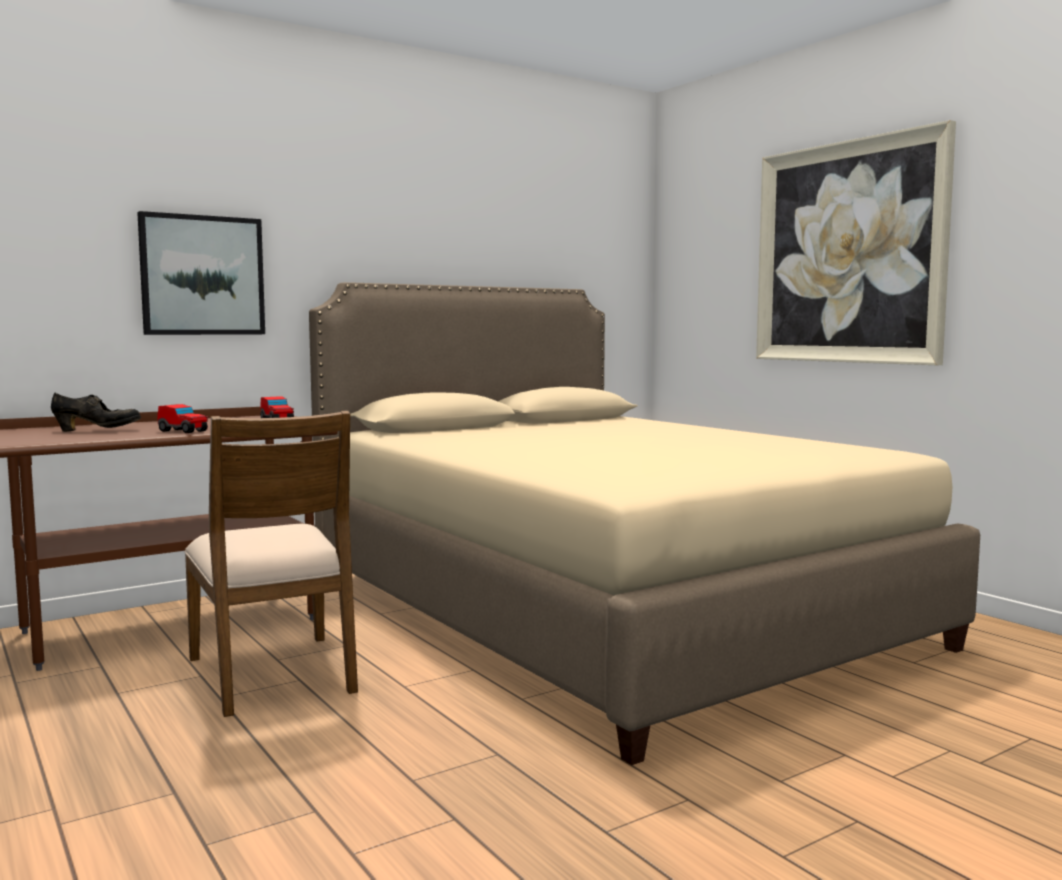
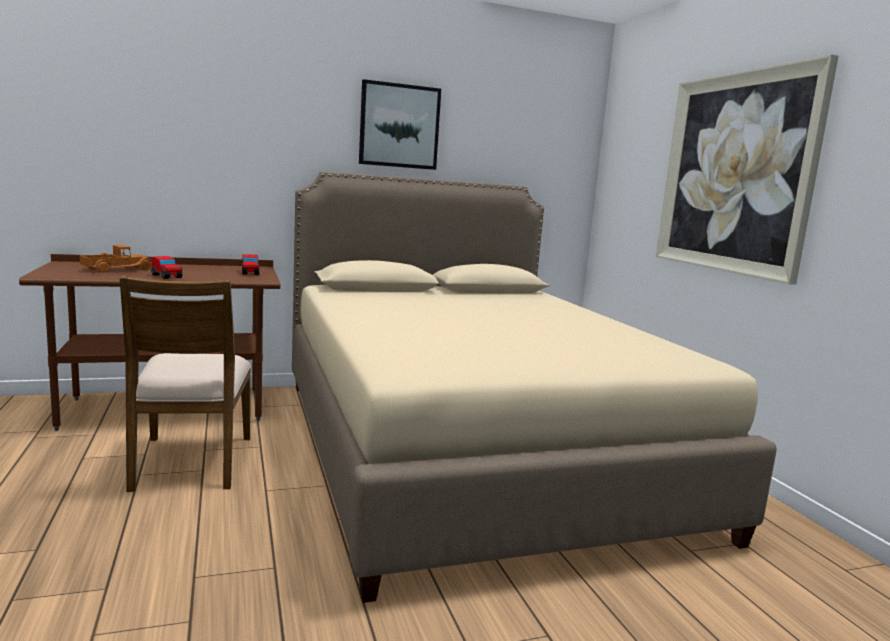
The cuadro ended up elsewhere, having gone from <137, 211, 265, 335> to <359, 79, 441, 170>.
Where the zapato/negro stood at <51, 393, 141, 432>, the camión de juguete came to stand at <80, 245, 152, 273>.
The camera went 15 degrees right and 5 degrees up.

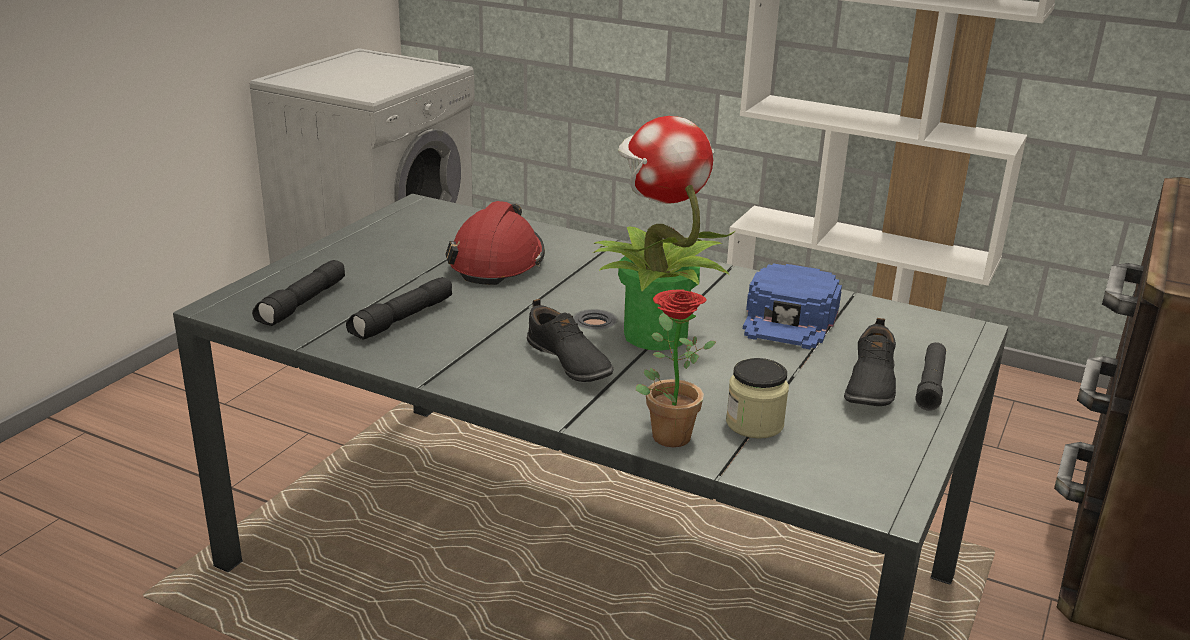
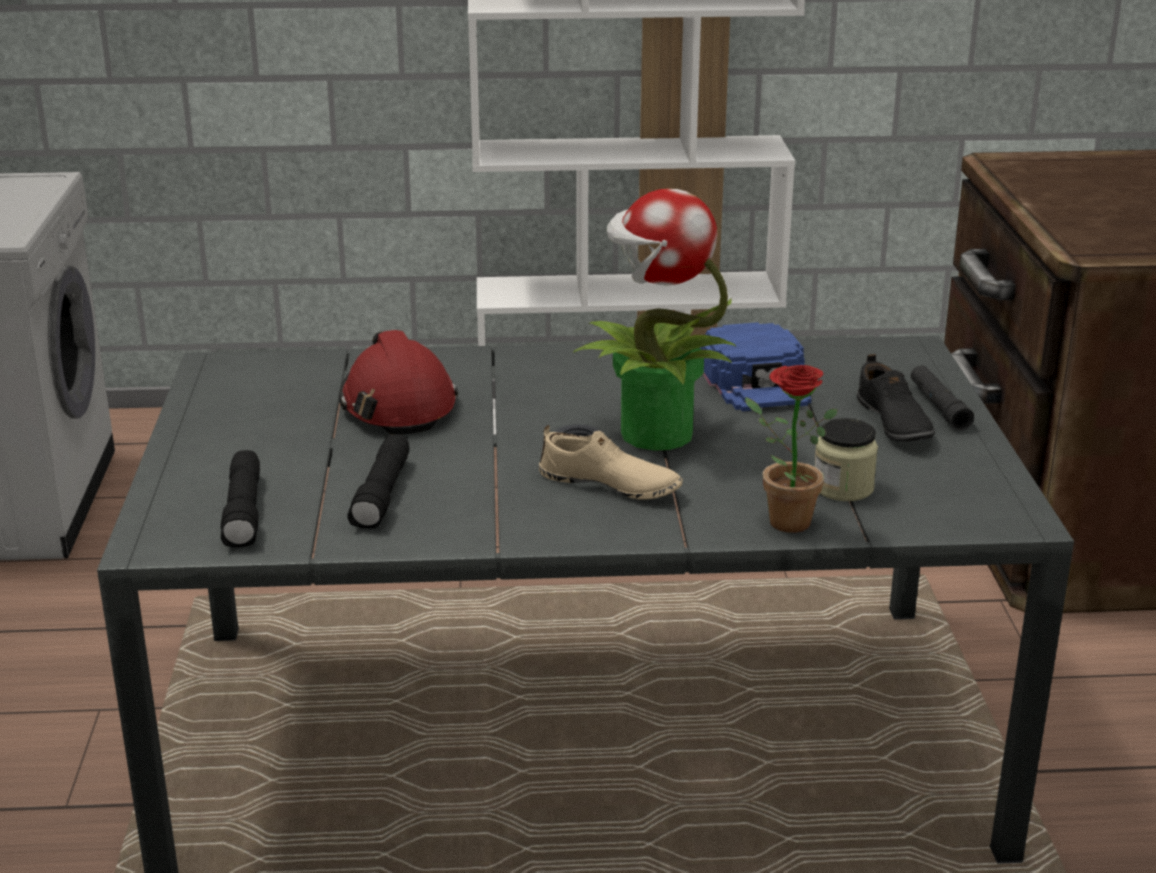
What was the zapato/negro at <527, 299, 614, 382> turned into the zapato/beis at <539, 425, 683, 499>.
The camera went 30 degrees left and 0 degrees up.

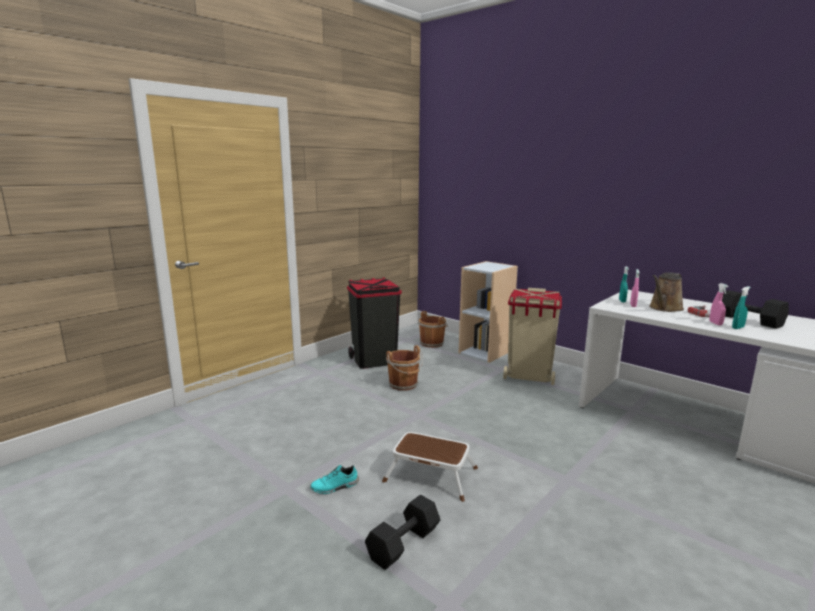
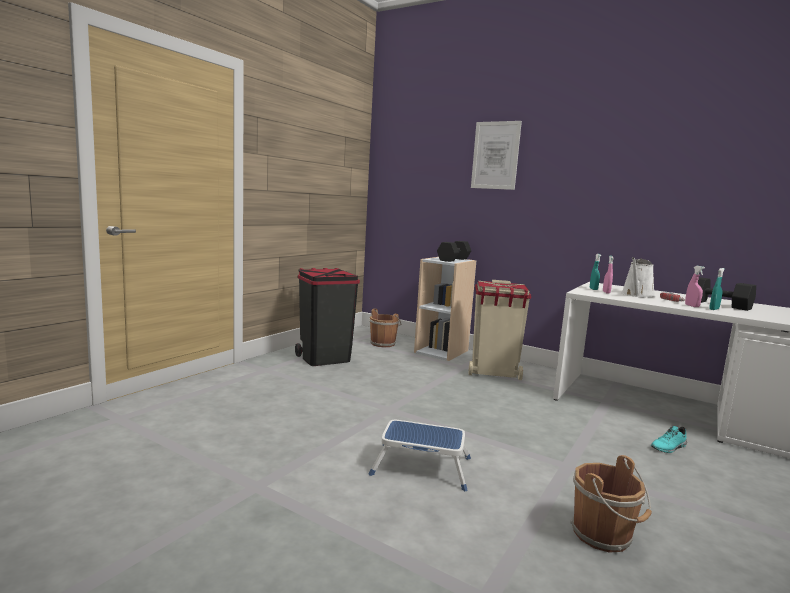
What was the regadera/marrón at <649, 272, 684, 312> turned into the regadera/blanco at <621, 257, 655, 298>.
The cubo/marrón ended up elsewhere, having gone from <386, 345, 423, 391> to <570, 455, 652, 553>.
What was the escalera de tijera/marrón at <382, 432, 478, 502> turned into the escalera de tijera/azul at <368, 420, 471, 491>.
The zapato/turquesa ended up elsewhere, having gone from <310, 465, 359, 494> to <651, 426, 687, 453>.
The mancuerna/negro ended up elsewhere, having gone from <365, 495, 440, 570> to <437, 241, 471, 262>.
The second view gained the cuadro at <471, 121, 522, 190>.
The camera went 10 degrees left and 5 degrees down.

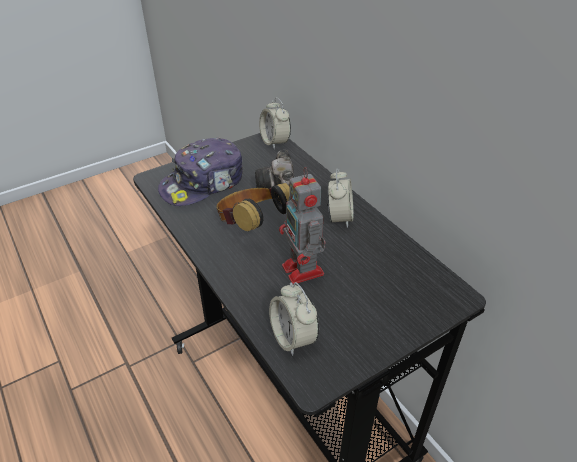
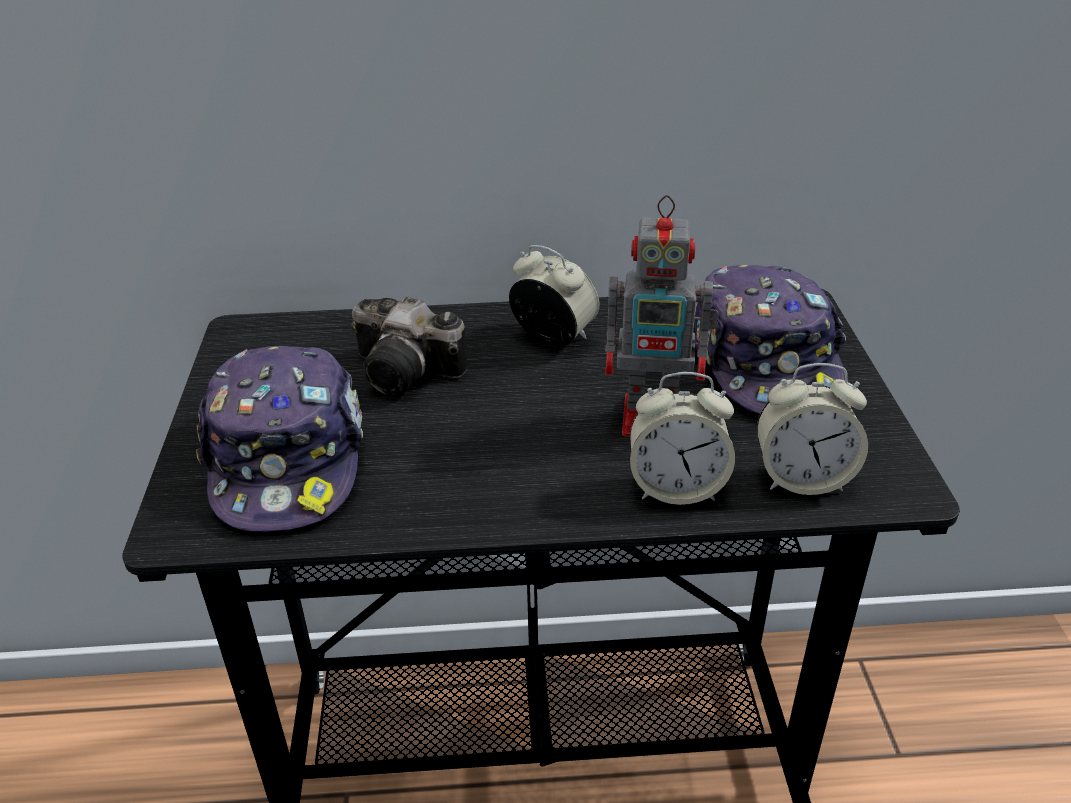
The despertador ended up elsewhere, having gone from <259, 97, 291, 150> to <630, 372, 735, 505>.
The second view lost the auriculares at <217, 182, 289, 232>.
The second view gained the gorra at <693, 265, 848, 414>.
The camera went 60 degrees left and 5 degrees down.

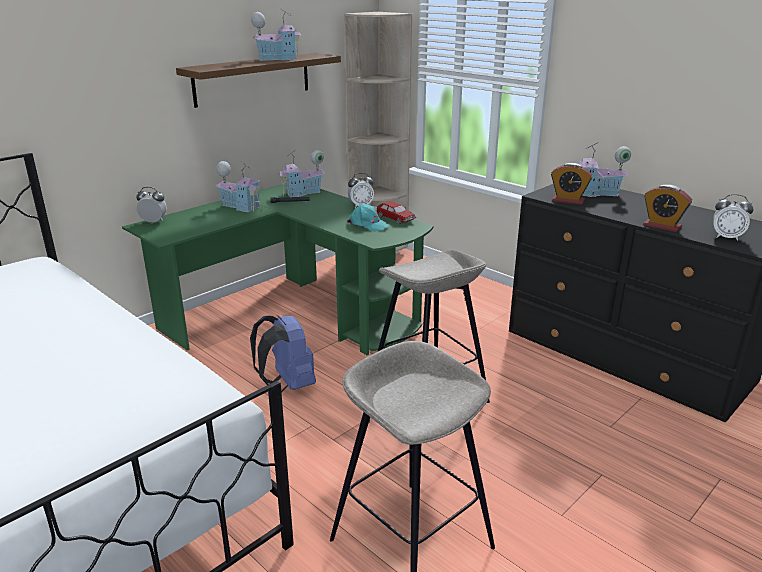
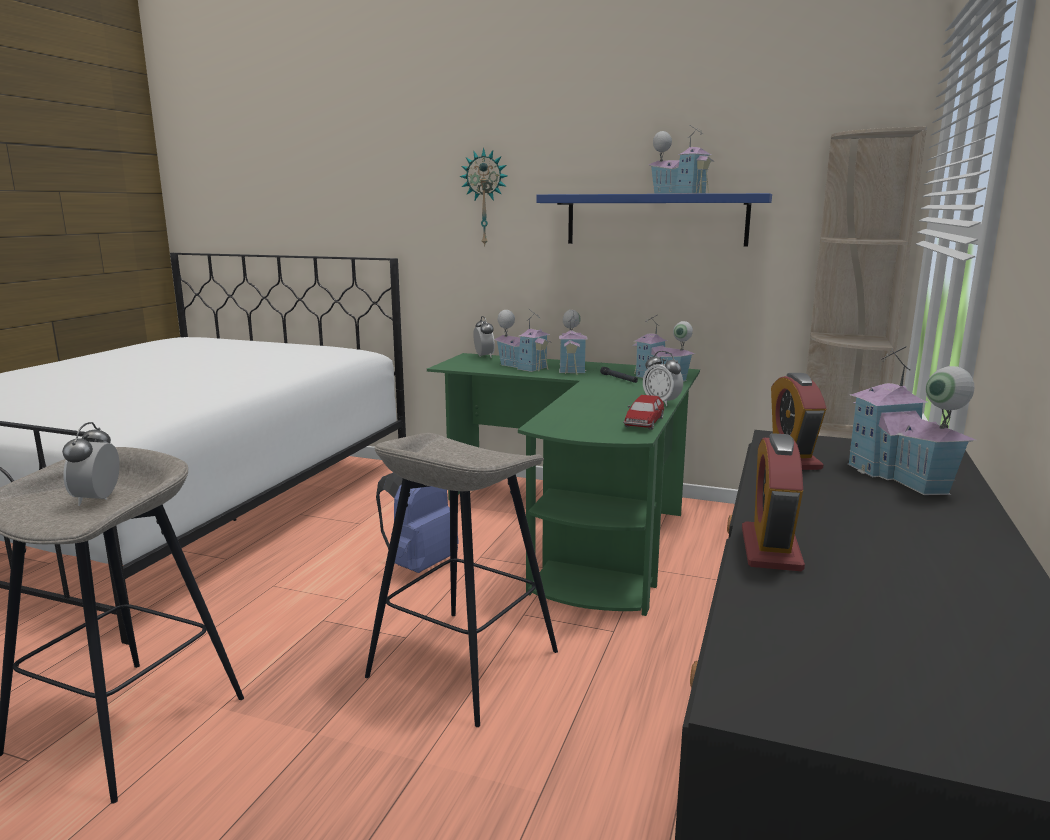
What was the estante/marrón at <176, 53, 341, 108> turned into the estante/azul at <536, 193, 772, 247>.
The despertador ended up elsewhere, having gone from <713, 194, 754, 241> to <62, 422, 120, 506>.
The second view lost the gorra/turquesa at <347, 204, 390, 232>.
The second view gained the reloj de pared at <460, 148, 508, 247>.
The second view gained the casita at <494, 309, 551, 372>.
The camera went 65 degrees right and 10 degrees down.

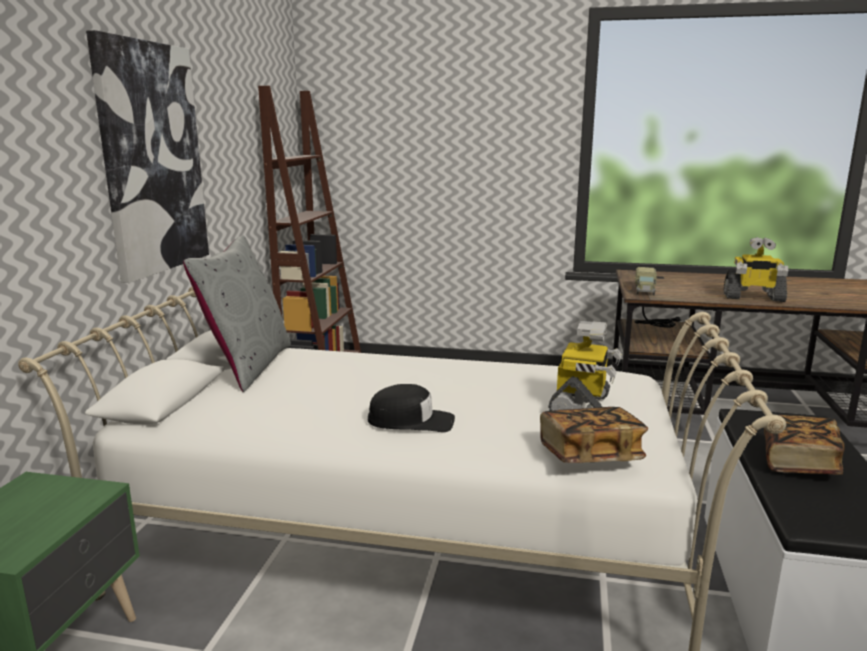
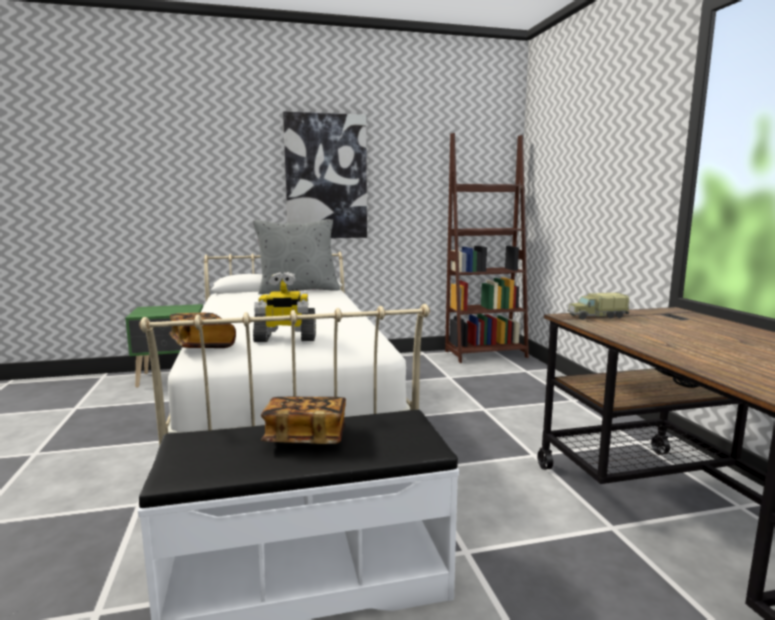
The second view lost the robot de juguete at <724, 237, 788, 302>.
The second view lost the gorra/negro at <368, 384, 455, 432>.
The camera went 65 degrees right and 5 degrees down.

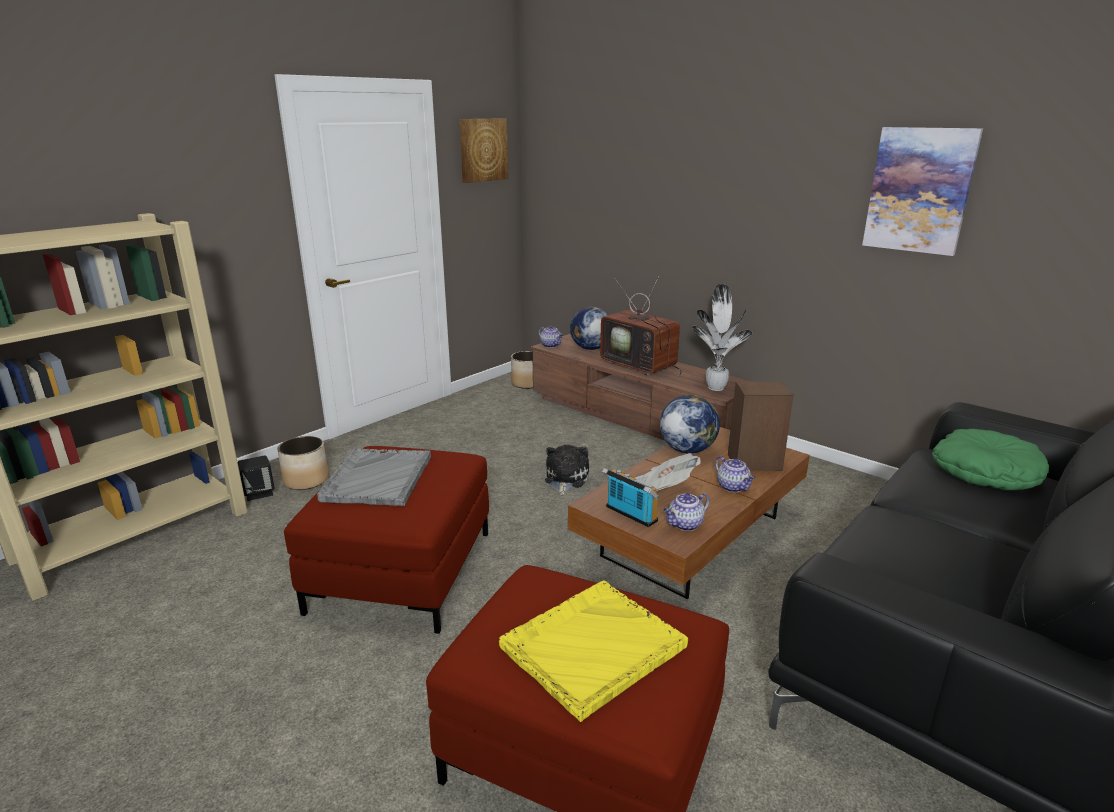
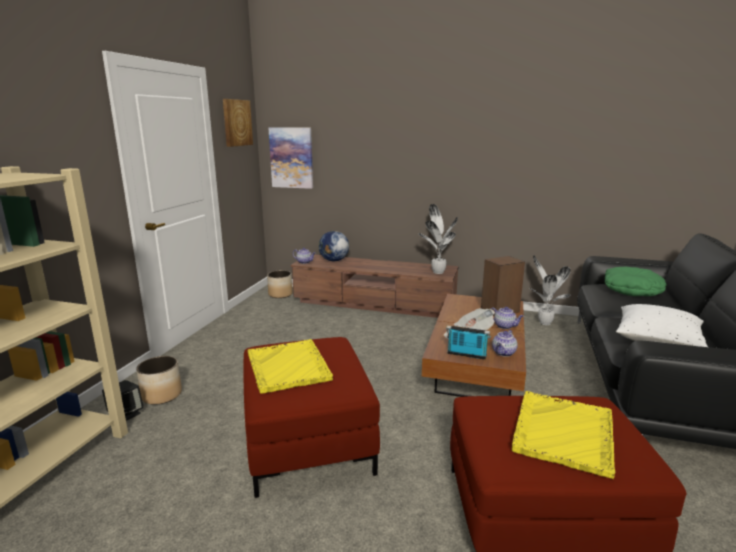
The cuadro ended up elsewhere, having gone from <862, 127, 983, 256> to <268, 127, 313, 189>.
The second view lost the televisor at <600, 276, 681, 377>.
The second view lost the globo terráqueo at <660, 395, 720, 454>.
The second view lost the peluche at <545, 445, 589, 495>.
What was the bandeja/gris at <317, 448, 431, 506> turned into the bandeja/amarillo at <248, 339, 333, 394>.
The second view gained the planta en maceta at <528, 255, 571, 325>.
The second view gained the cojín/blanco at <616, 304, 708, 347>.
The camera went 25 degrees left and 5 degrees down.

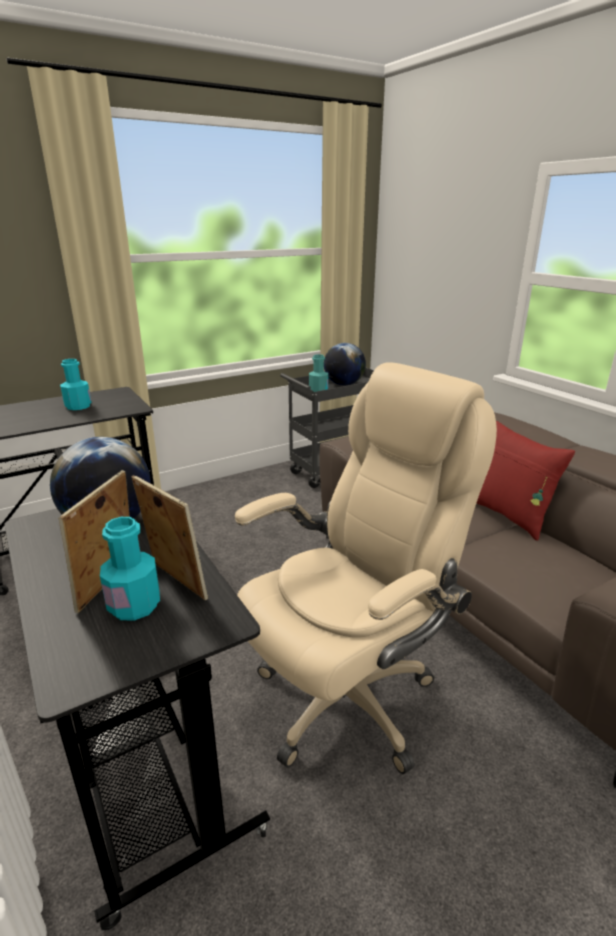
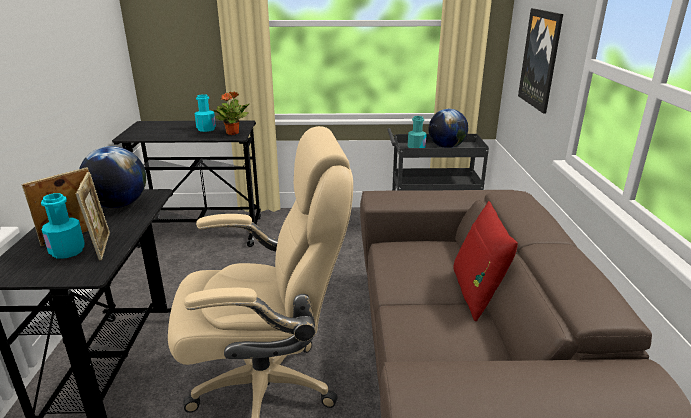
The second view gained the cuadro at <518, 8, 563, 114>.
The second view gained the planta en maceta at <213, 92, 249, 135>.
The camera went 30 degrees right and 0 degrees up.

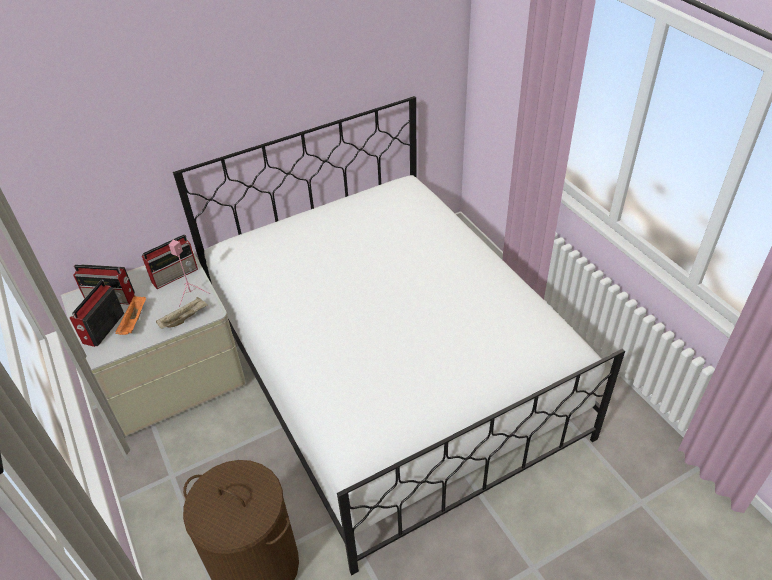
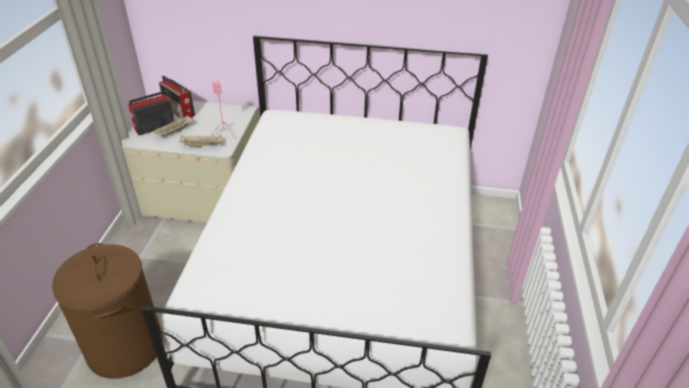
The second view lost the radio at <142, 234, 198, 289>.
What was the bandeja/naranja at <115, 296, 146, 335> turned into the bandeja/beis at <153, 115, 193, 136>.
The camera went 35 degrees right and 5 degrees down.

